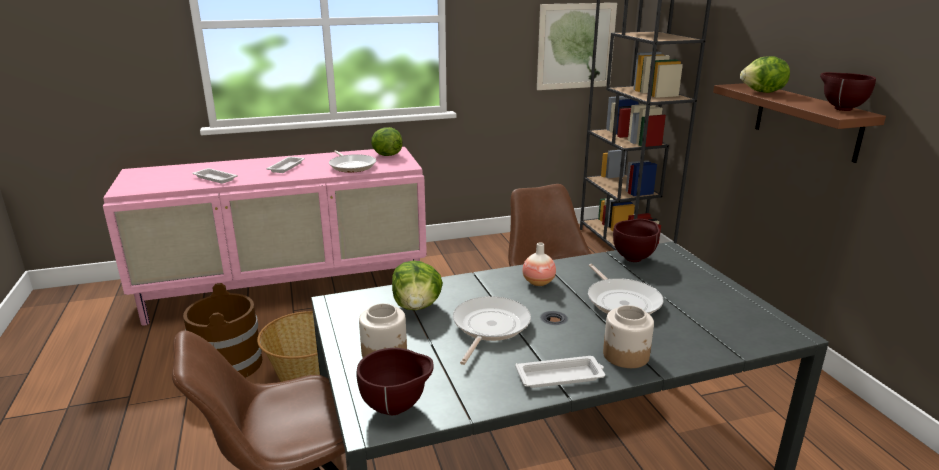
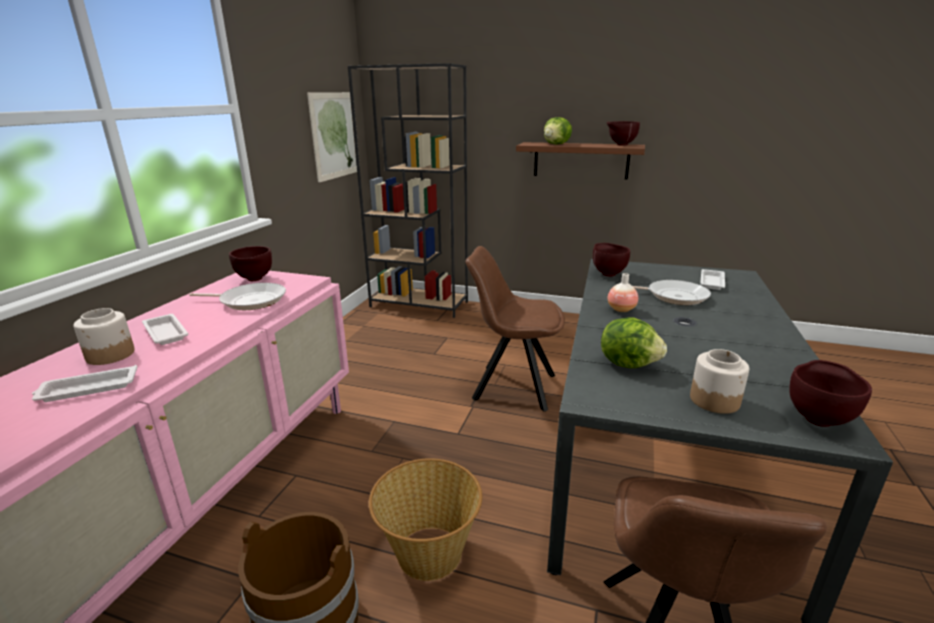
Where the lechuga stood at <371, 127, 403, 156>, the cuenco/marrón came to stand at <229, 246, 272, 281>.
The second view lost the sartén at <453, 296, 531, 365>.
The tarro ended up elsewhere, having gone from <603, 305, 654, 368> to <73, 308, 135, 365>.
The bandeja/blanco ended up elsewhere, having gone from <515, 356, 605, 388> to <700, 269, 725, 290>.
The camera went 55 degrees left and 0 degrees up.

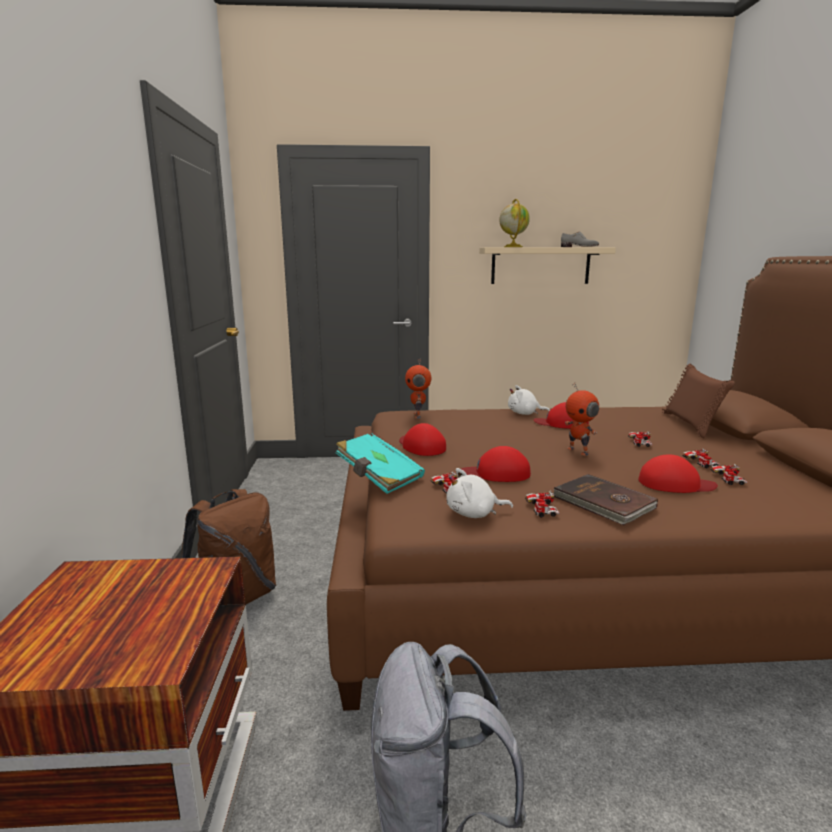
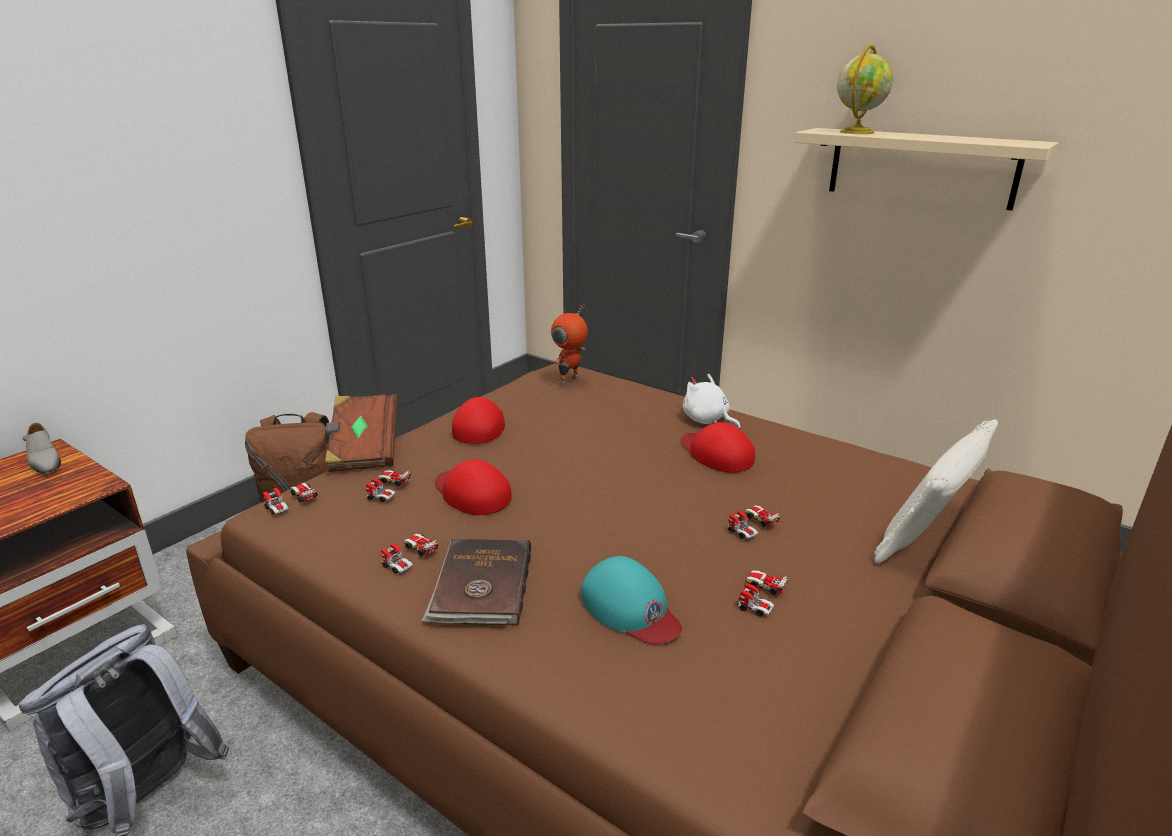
The zapato/gris ended up elsewhere, having gone from <561, 231, 599, 247> to <23, 423, 61, 474>.
What was the cojín/marrón at <662, 364, 735, 438> turned into the cojín/blanco at <874, 419, 998, 563>.
The second view lost the robot de juguete at <565, 383, 599, 456>.
What was the libro/turquesa at <336, 432, 425, 494> turned into the libro/marrón at <325, 394, 397, 472>.
What was the gorra/rojo at <639, 454, 718, 493> turned into the gorra/turquesa at <581, 556, 682, 644>.
The coche de juguete ended up elsewhere, having gone from <710, 464, 747, 485> to <263, 483, 318, 515>.
The second view lost the peluche/blanco at <446, 468, 513, 518>.
The camera went 40 degrees right and 10 degrees up.

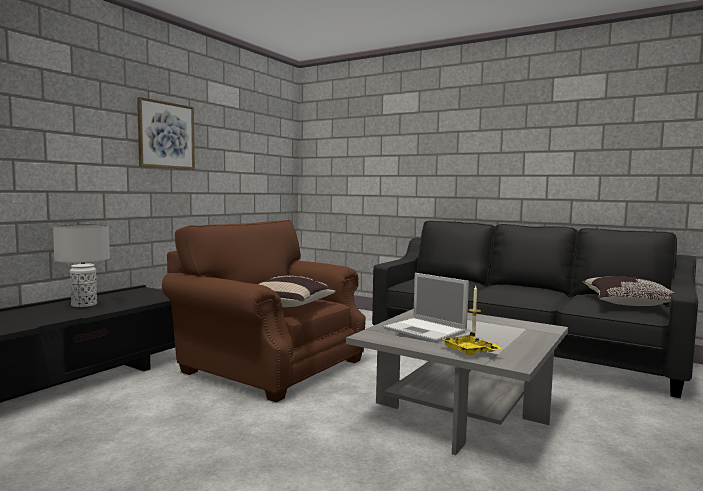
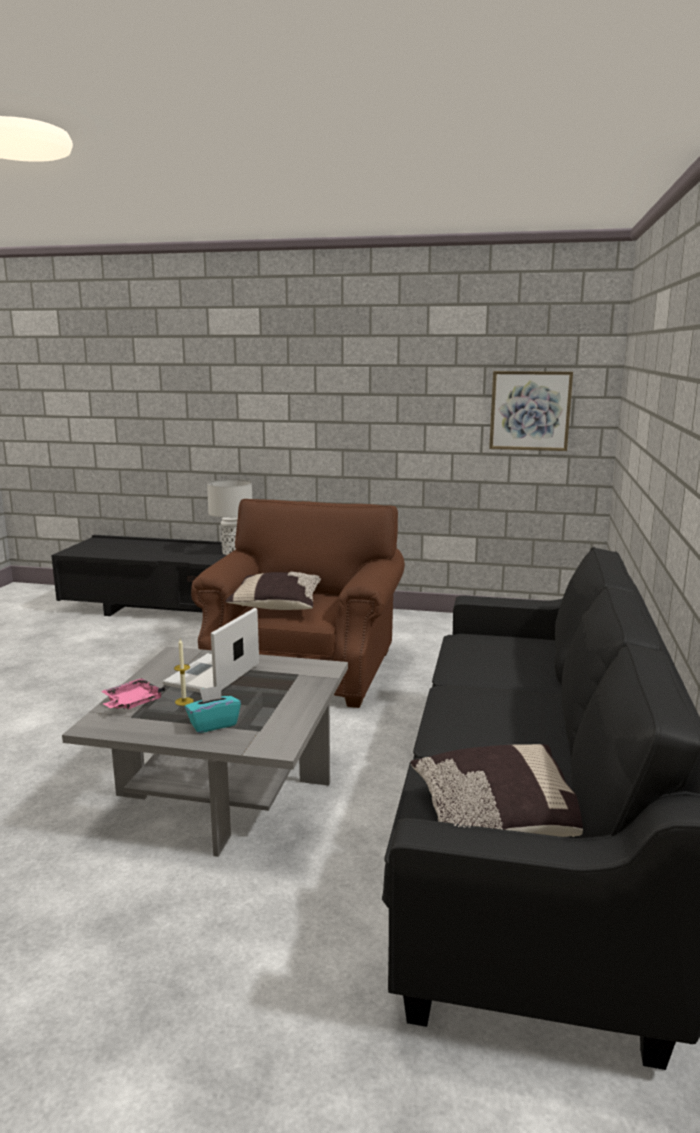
The cuadro ended up elsewhere, having gone from <137, 97, 195, 169> to <489, 371, 573, 451>.
What was the bandeja/amarillo at <442, 332, 502, 355> turned into the bandeja/rosa at <101, 678, 165, 709>.
The second view gained the caja de pañuelos/turquesa at <185, 685, 241, 733>.
The camera went 70 degrees right and 10 degrees up.

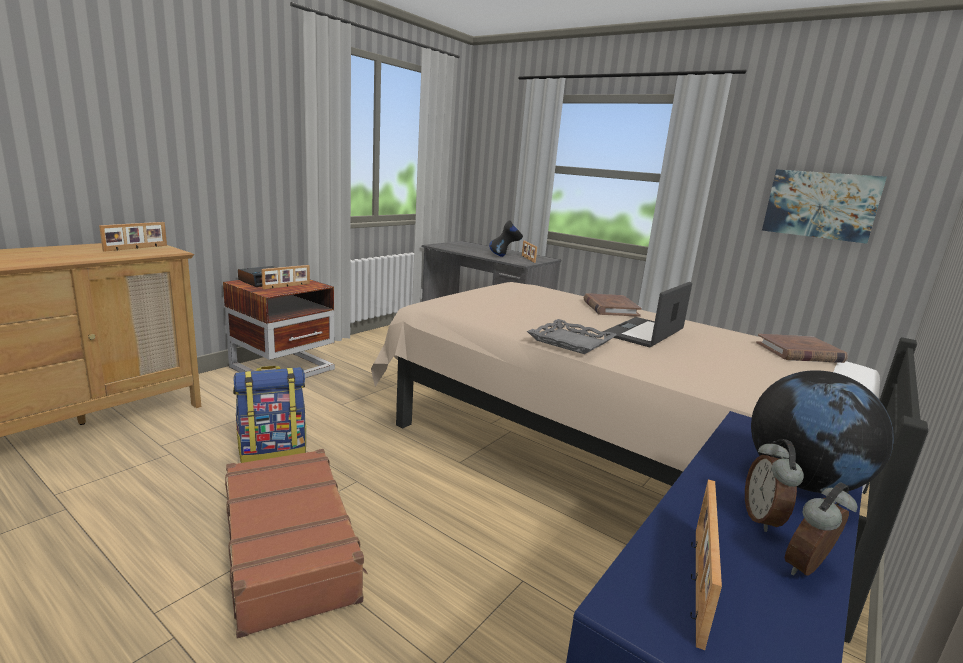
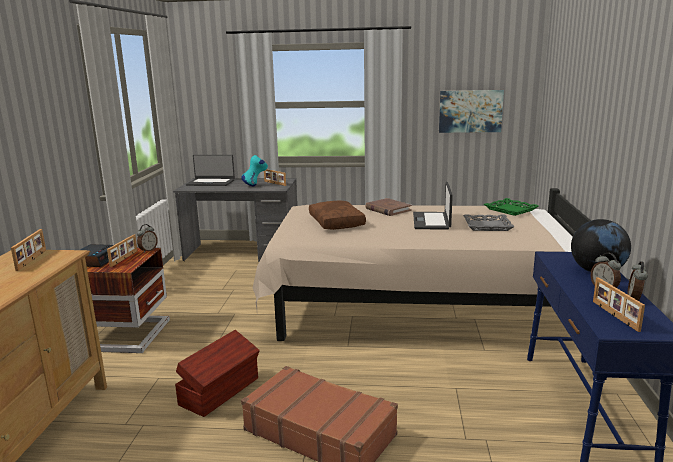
What was the florero/negro at <489, 221, 523, 257> turned into the florero/turquesa at <241, 155, 268, 186>.
The bandeja/gris ended up elsewhere, having gone from <527, 319, 617, 354> to <463, 215, 515, 231>.
Where the libro/marrón stood at <756, 334, 848, 363>, the bandeja/verde came to stand at <484, 198, 539, 216>.
Where the mochila stood at <233, 366, 306, 463>, the caja de almacenaje/marrón came to stand at <175, 330, 260, 417>.
The second view gained the portátil at <186, 155, 235, 186>.
The second view gained the cojín/marrón at <309, 201, 366, 230>.
The second view gained the despertador at <137, 224, 158, 253>.
The camera went 30 degrees left and 0 degrees up.

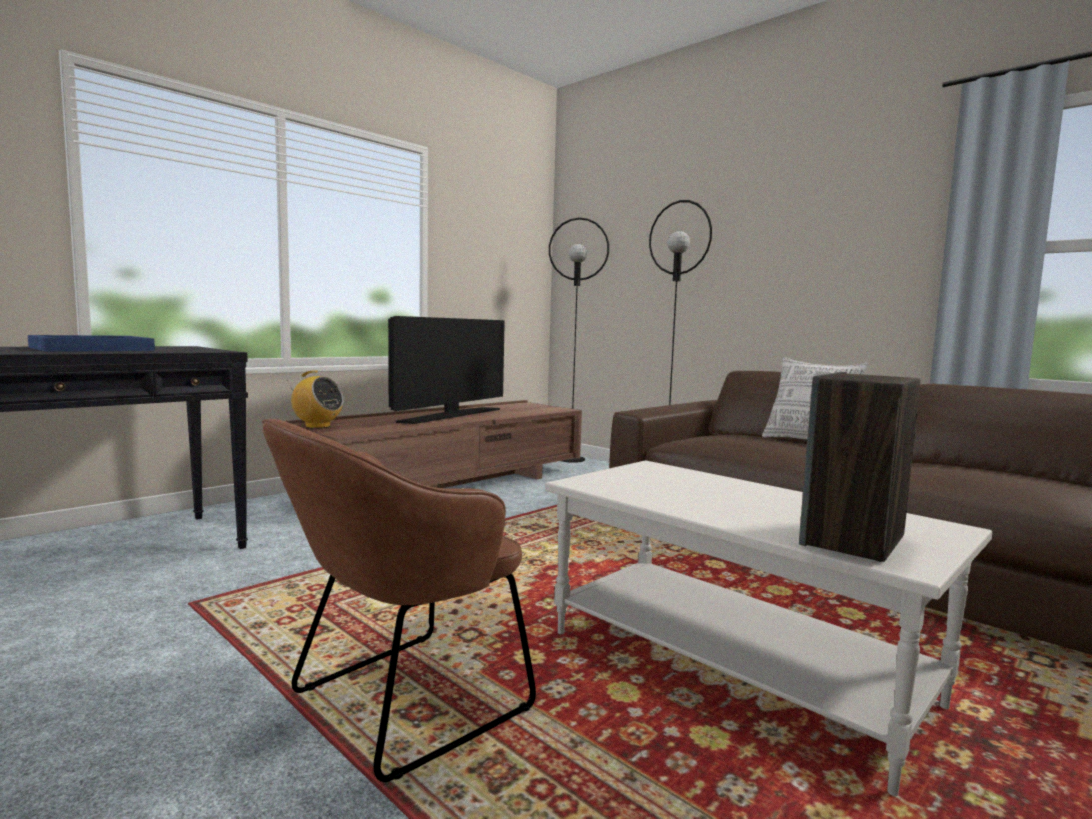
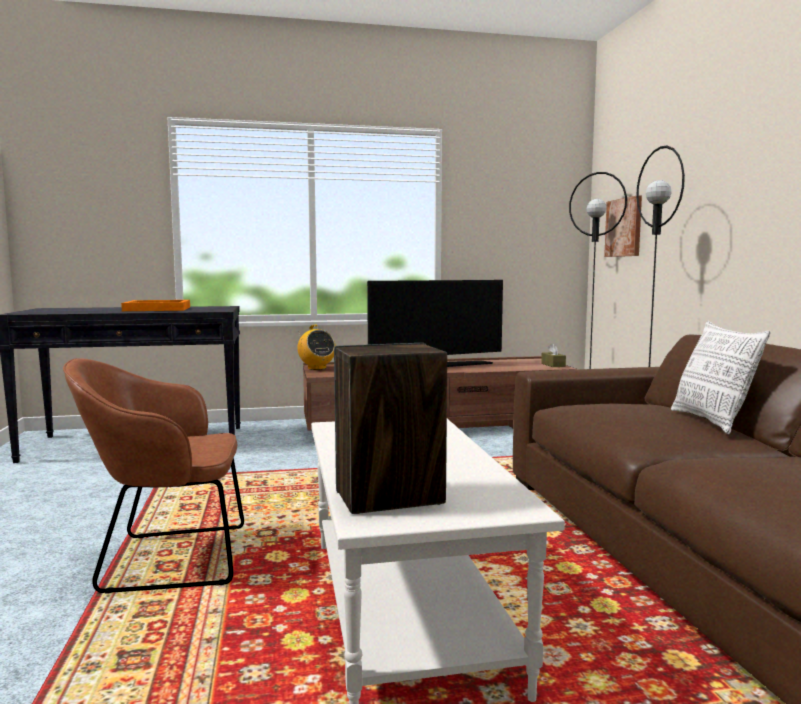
What was the bandeja/azul at <28, 335, 155, 352> turned into the bandeja/naranja at <121, 300, 190, 311>.
The second view gained the cuadro at <604, 195, 642, 257>.
The second view gained the caja de pañuelos/marrón at <541, 343, 566, 367>.
The camera went 35 degrees right and 0 degrees up.

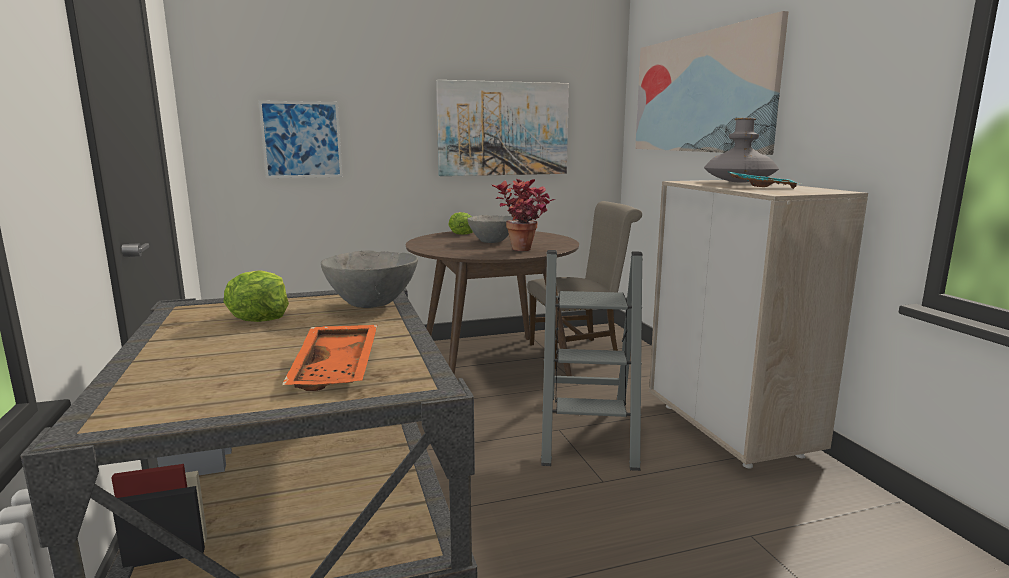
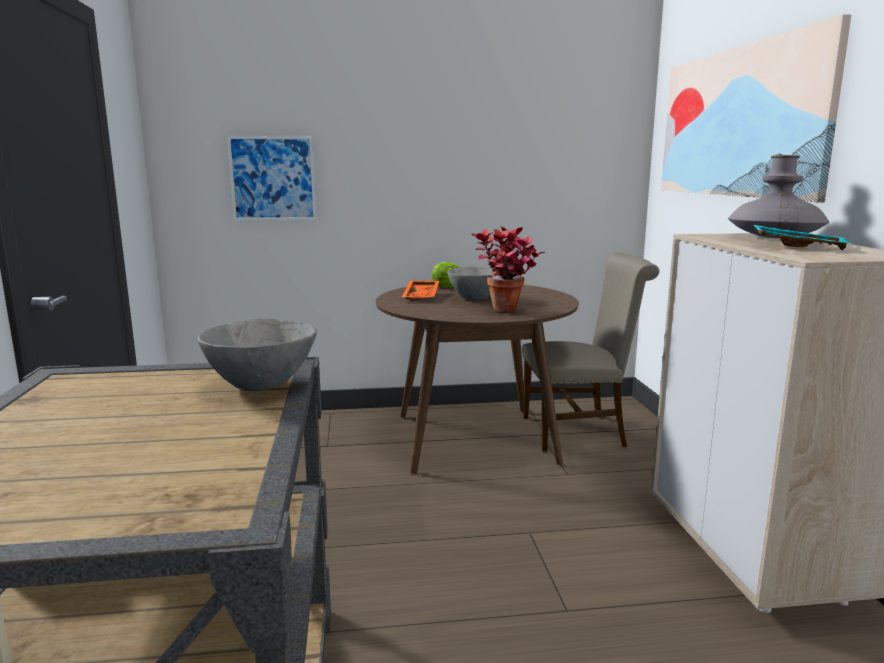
The second view lost the cuadro at <436, 80, 569, 176>.
The second view lost the escalera de tijera/gris at <541, 250, 643, 471>.
The second view lost the lechuga at <224, 270, 289, 322>.
The bandeja/naranja ended up elsewhere, having gone from <282, 325, 377, 391> to <402, 280, 439, 301>.
The camera went 10 degrees right and 0 degrees up.

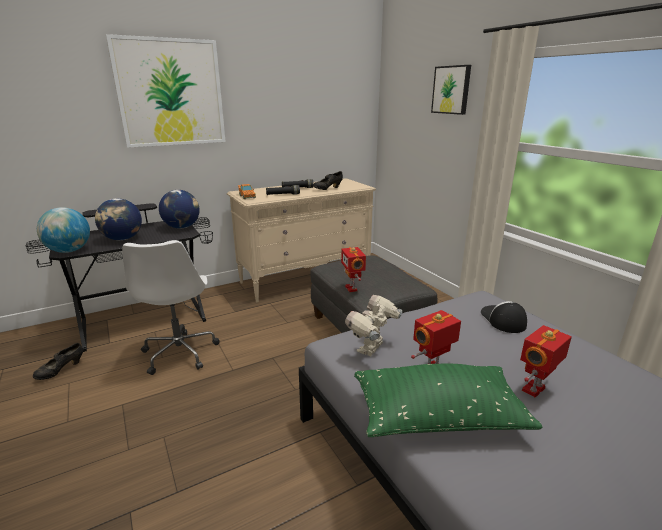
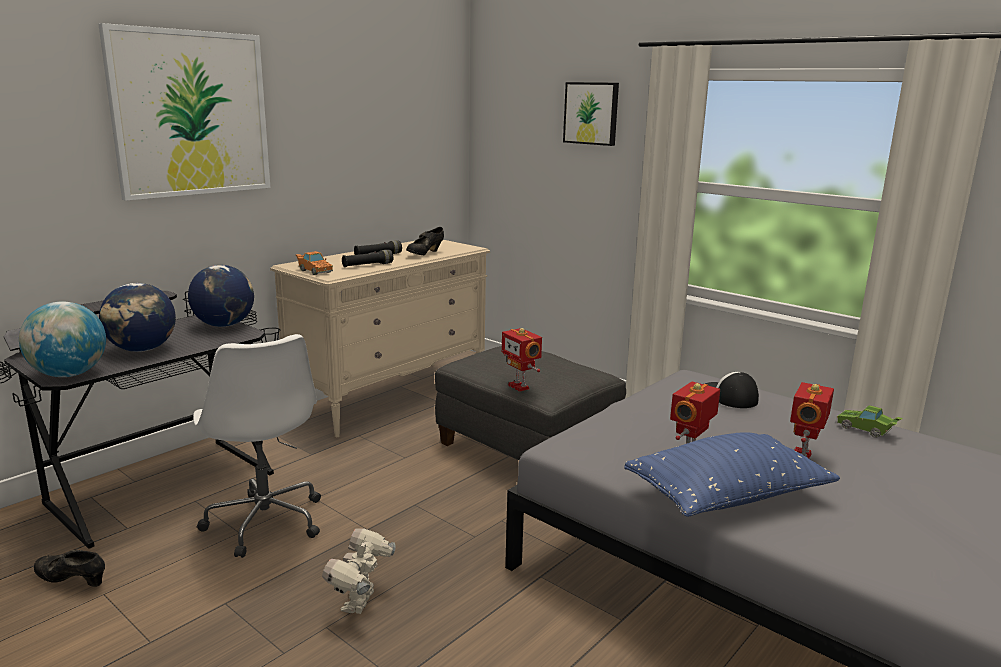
The robot de juguete ended up elsewhere, having gone from <345, 295, 402, 356> to <322, 528, 396, 614>.
The zapato/negro at <33, 343, 83, 380> ended up facing another way, 90 degrees clockwise from before.
What was the cojín/verde at <354, 364, 542, 437> turned into the cojín/azul at <624, 432, 840, 517>.
The second view gained the coche de juguete/verde at <837, 405, 903, 438>.
The camera went 20 degrees left and 5 degrees down.

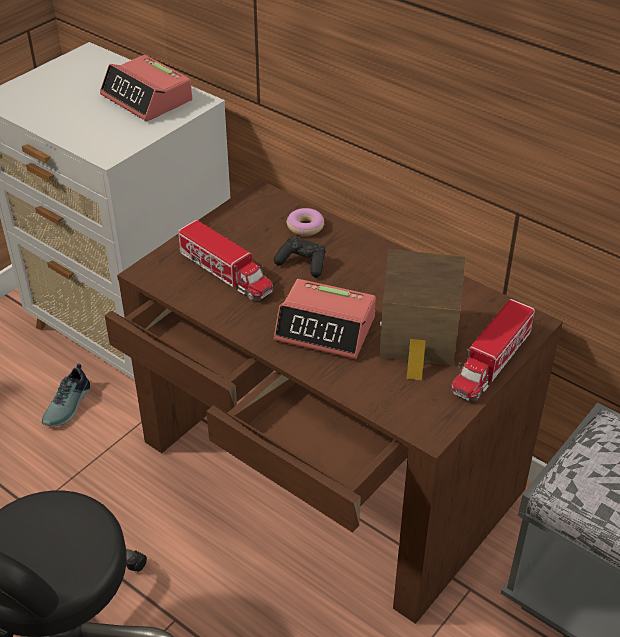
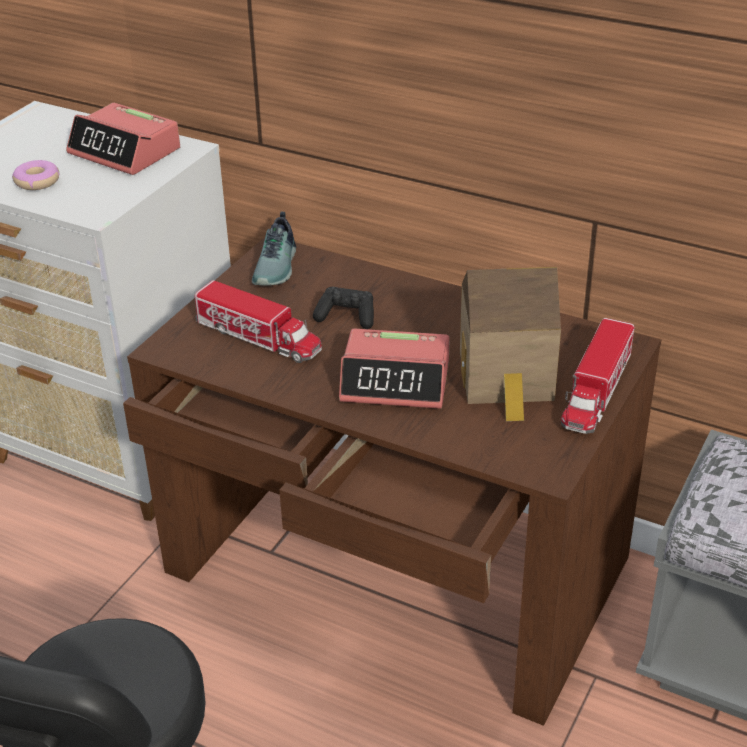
The rosquilla ended up elsewhere, having gone from <286, 208, 324, 236> to <12, 160, 59, 190>.
The zapato ended up elsewhere, having gone from <42, 363, 90, 426> to <252, 211, 296, 286>.
The camera went 10 degrees left and 5 degrees down.

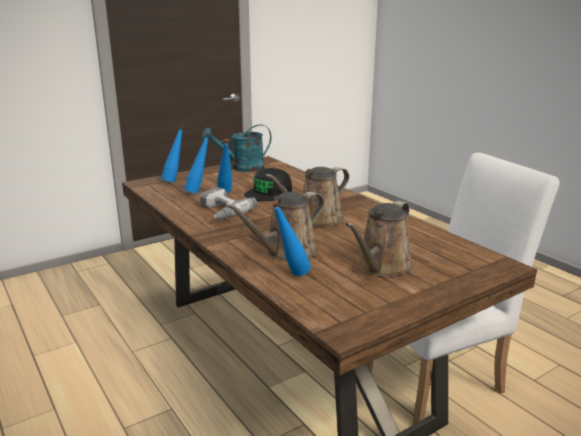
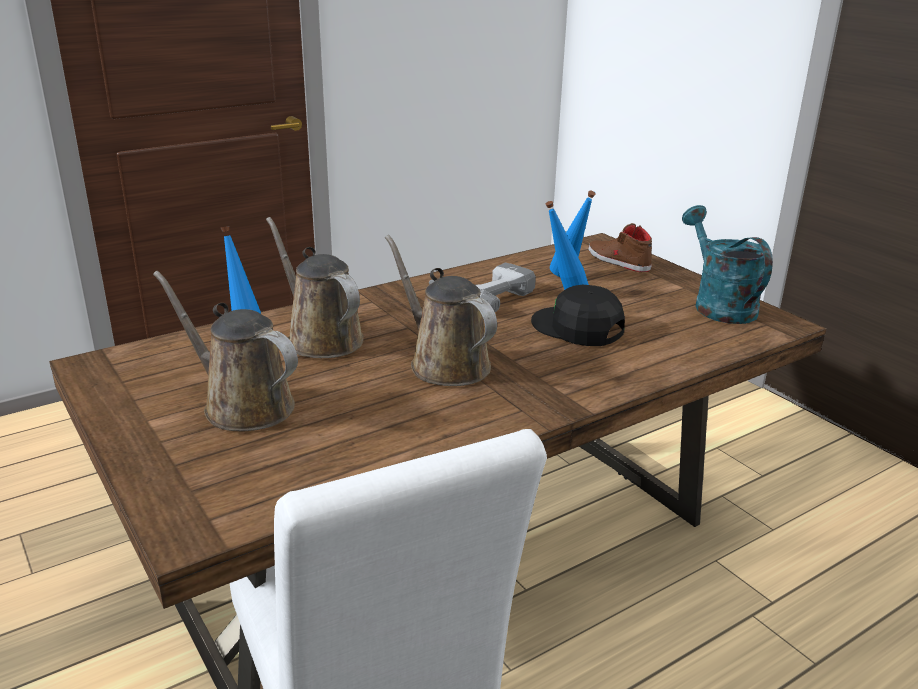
Where the botella/azul stood at <161, 125, 184, 182>, the zapato/marrón came to stand at <588, 223, 652, 272>.
The camera went 90 degrees right and 5 degrees up.

